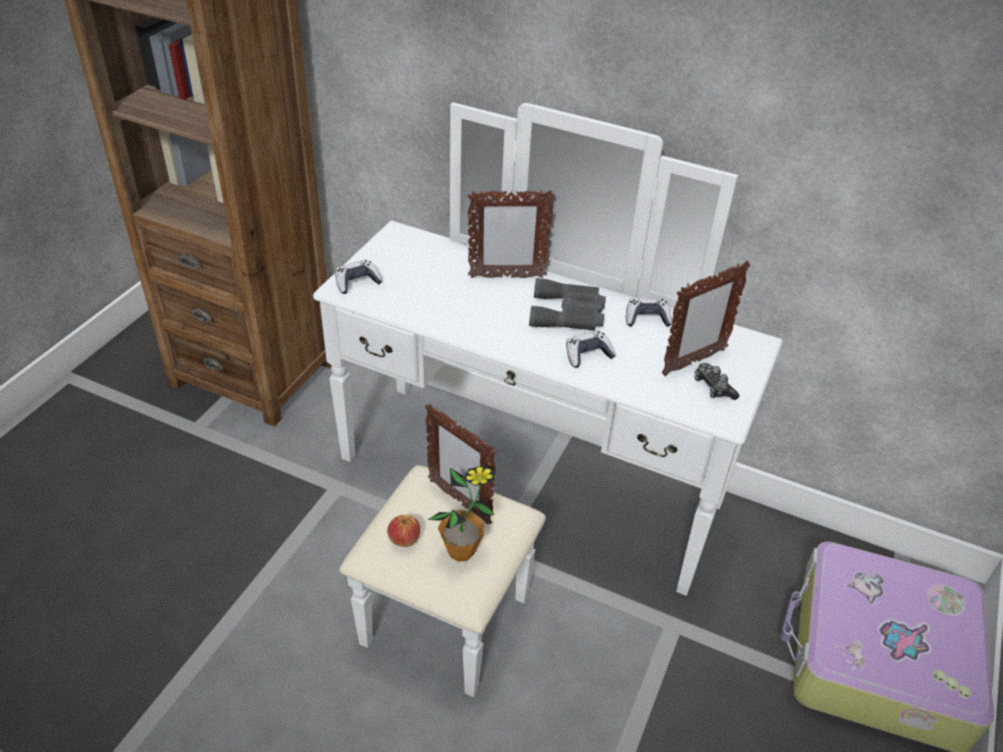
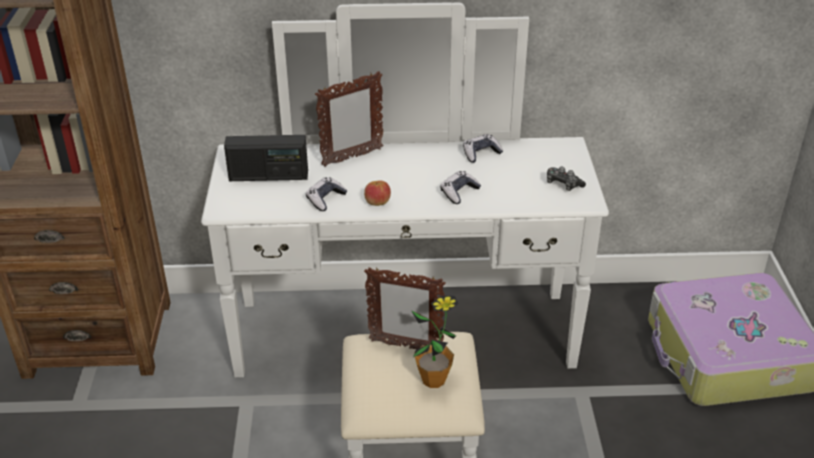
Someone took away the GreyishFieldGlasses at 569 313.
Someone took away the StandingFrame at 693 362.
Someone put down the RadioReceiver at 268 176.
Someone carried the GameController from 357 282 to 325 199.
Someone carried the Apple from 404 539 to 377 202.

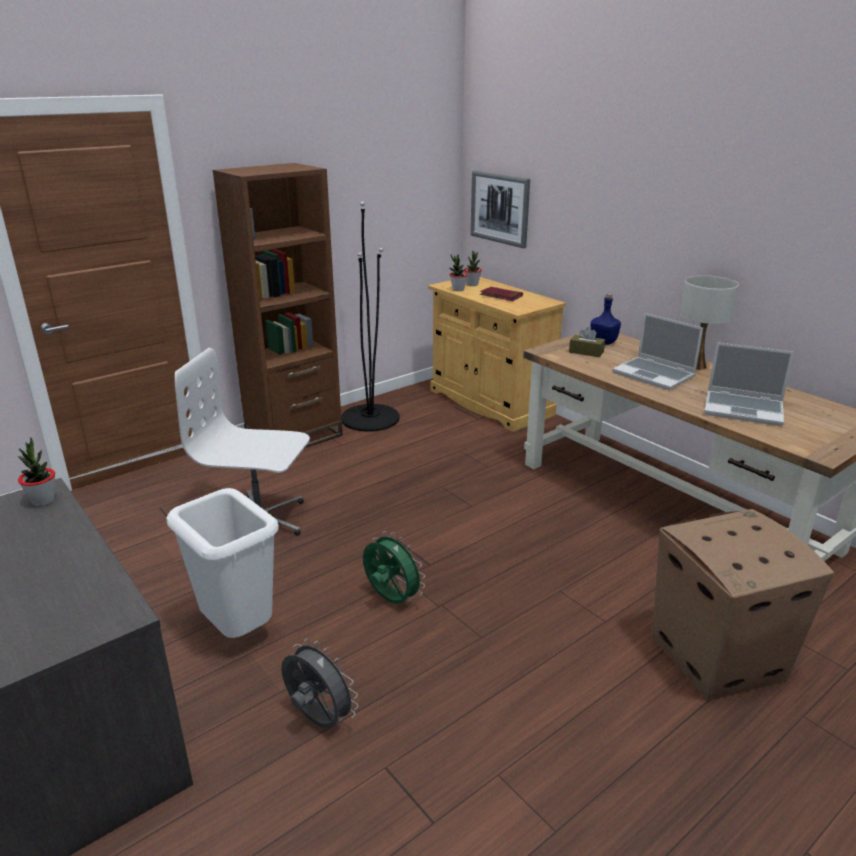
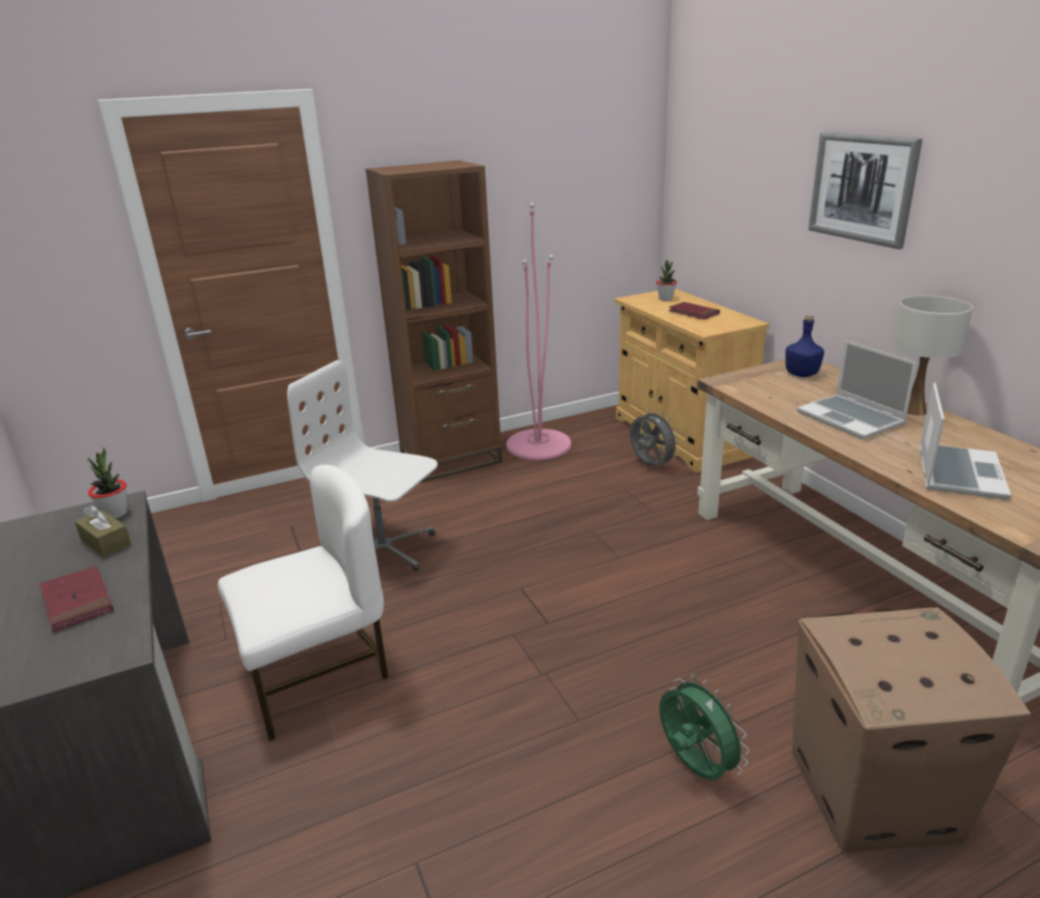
Someone took away the PottedPlant at 458 289.
Someone put down the RedColouredBoundBook at 77 601.
Someone carried the GreyishElectricFan from 318 719 to 650 465.
Someone carried the GreenColouredElectricFan from 390 600 to 694 767.
Someone carried the WallArt from 500 208 to 862 188.
Someone carried the BrownTissueHolder from 586 352 to 106 542.
Someone swapped the WhitishTrashCan at 239 633 for the WhitishUprightChair at 318 675.
Someone repainted the BlackColouredFloorLamp at 370 418, which became the PinkishFloorLamp at 538 445.
Someone rotated the PortableComputer at 744 409 by 105 degrees counterclockwise.

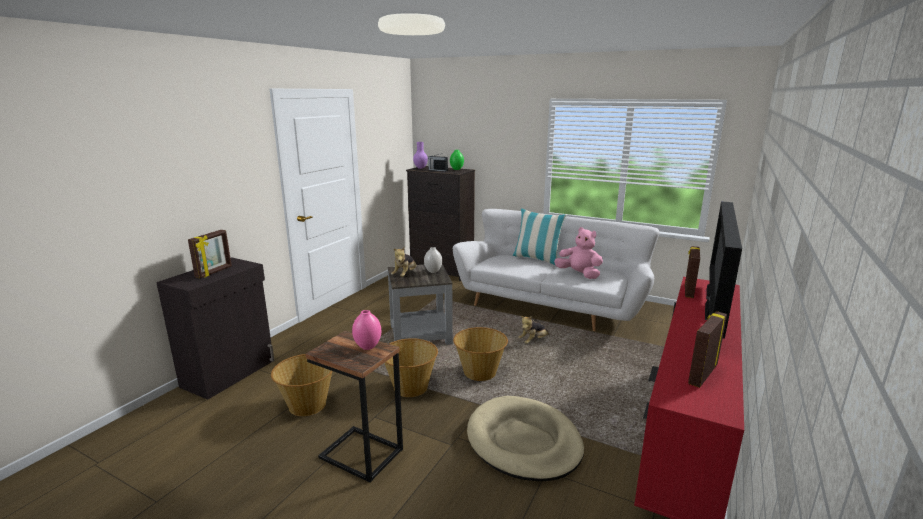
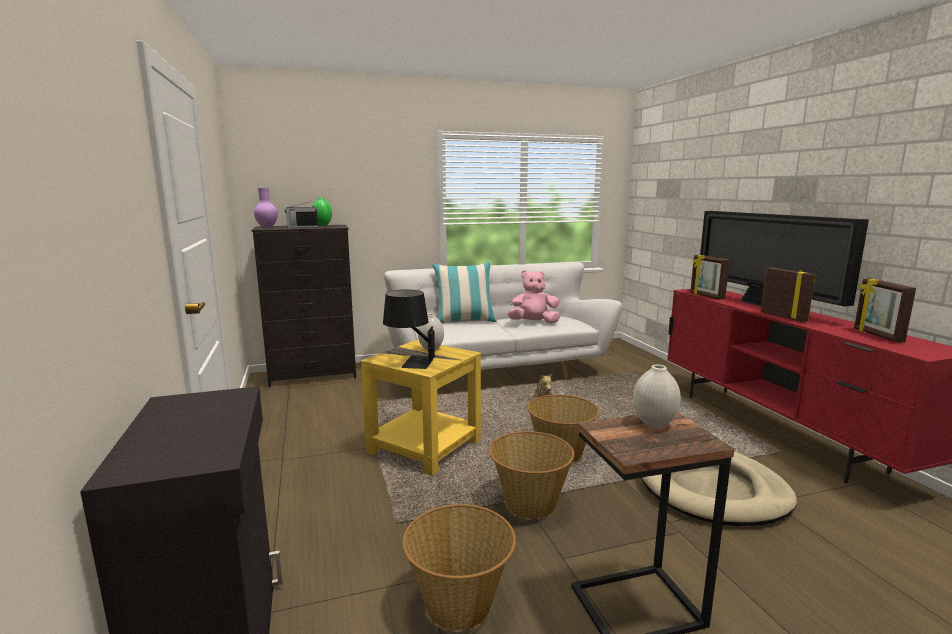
Someone carried the StandingFrame from 214 272 to 783 317.
Someone swapped the SoftToy at 405 275 for the BlackColouredTableLamp at 409 361.
Someone repainted the PinkishVase at 367 346, which became the WhitishVase at 653 424.
Someone repainted the GreyishAccentTable at 419 334, which became the YellowColouredAccentTable at 422 447.

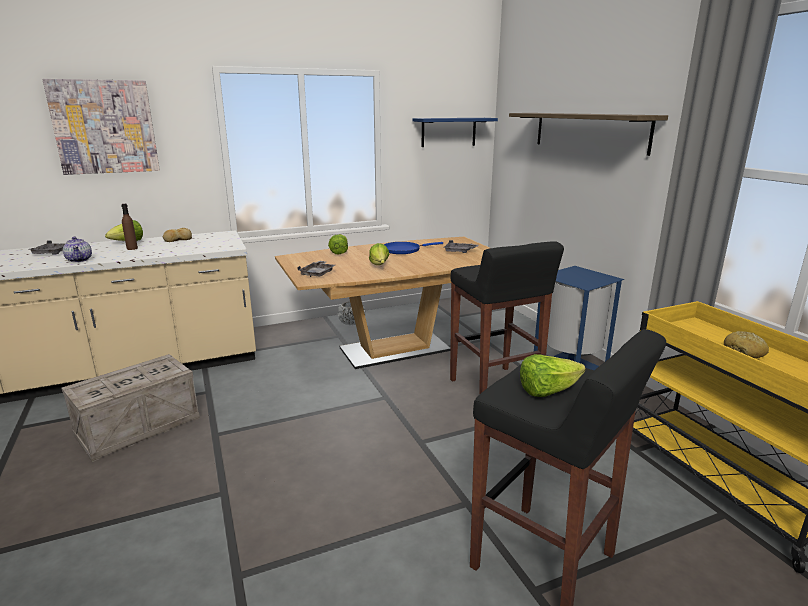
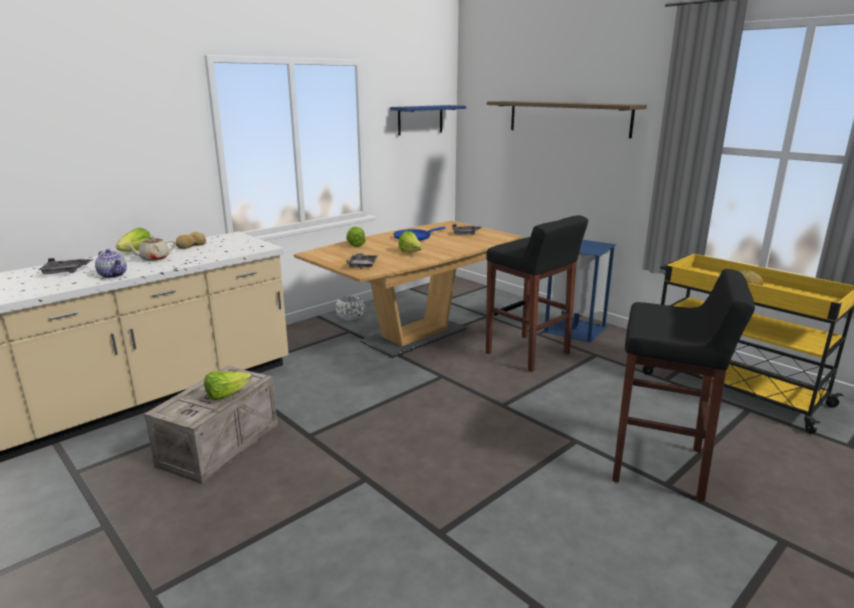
Someone took away the WallArt at 105 127.
Someone carried the HeadOfLettuce from 547 391 to 226 395.
Someone swapped the BrownBottle at 132 248 for the BeigeColouredTeaPot at 154 258.

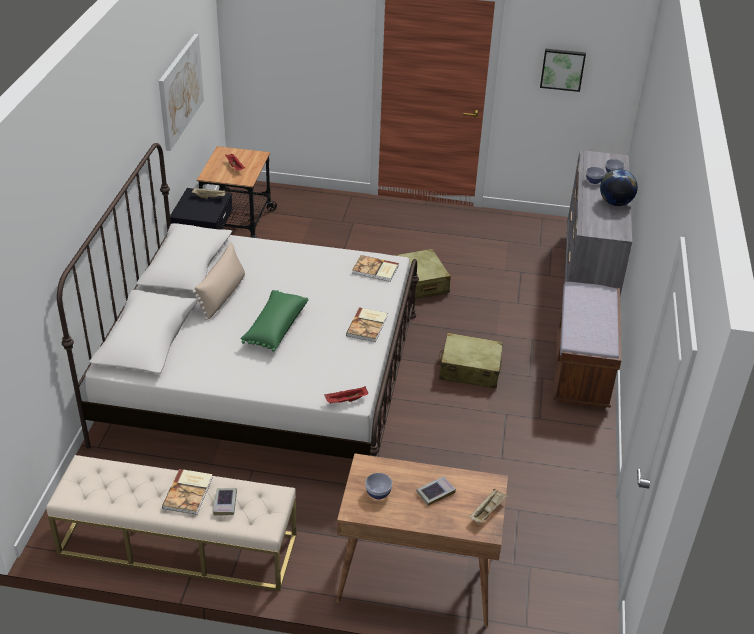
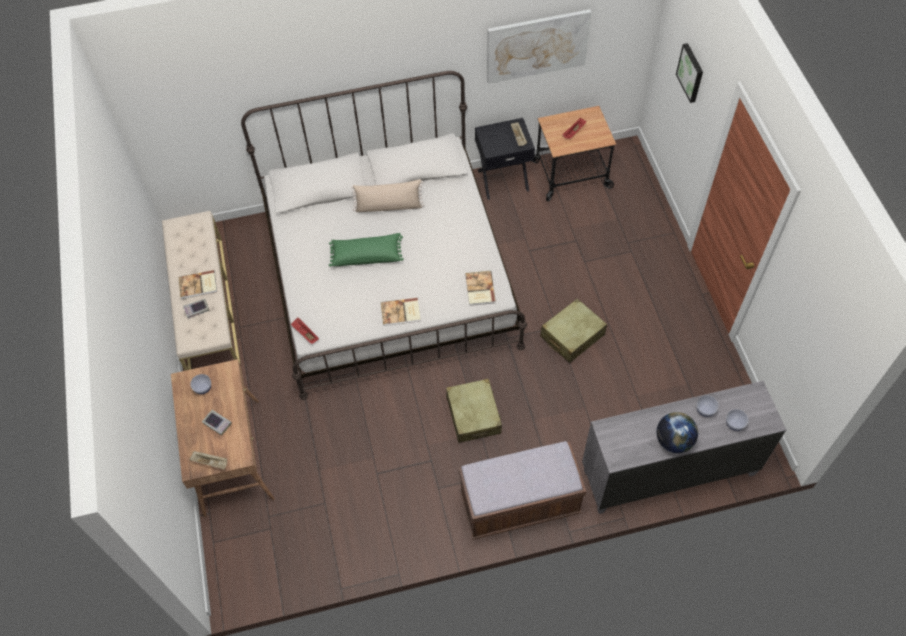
Someone carried the WallArt from 562 69 to 691 72.

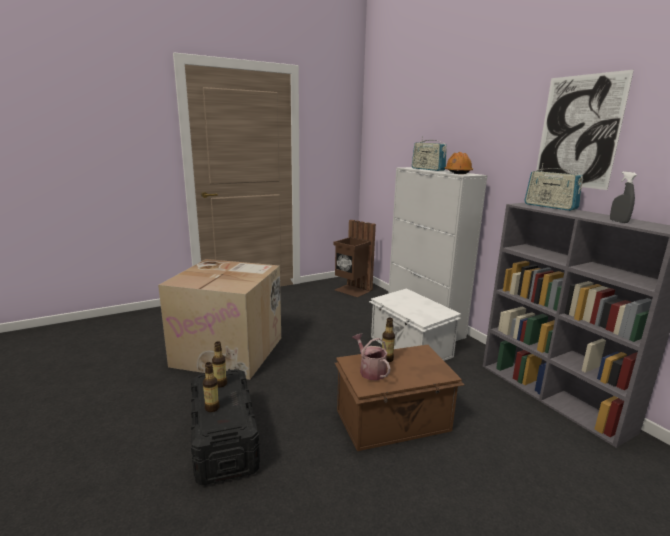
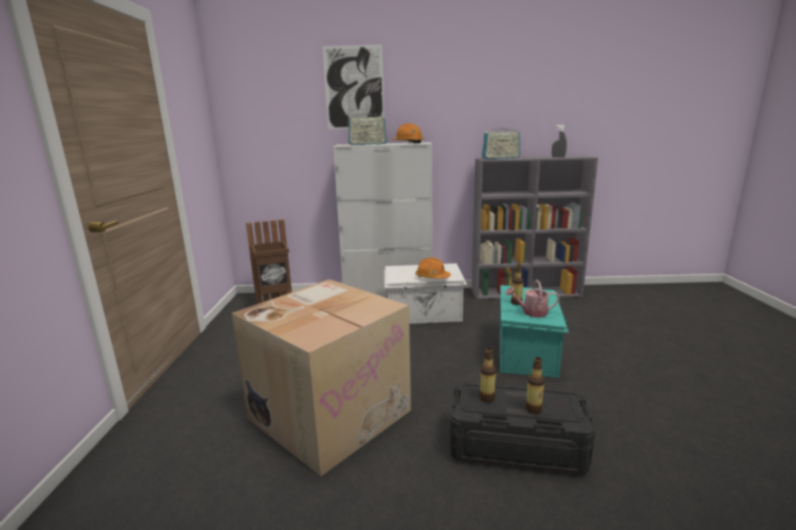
Someone put down the OrangeySafetyHelmet at 432 277.
Someone carried the WallArt from 578 132 to 354 88.
Someone repainted the BrownStorageBin at 394 421, which became the TurquoiseStorageBin at 527 352.

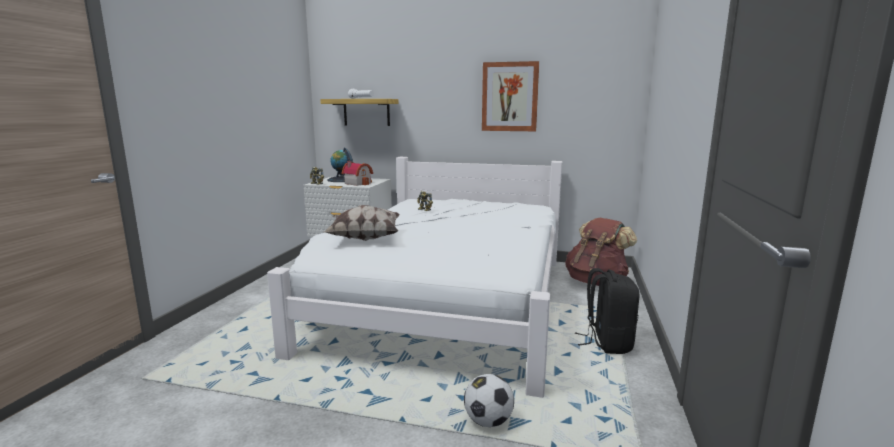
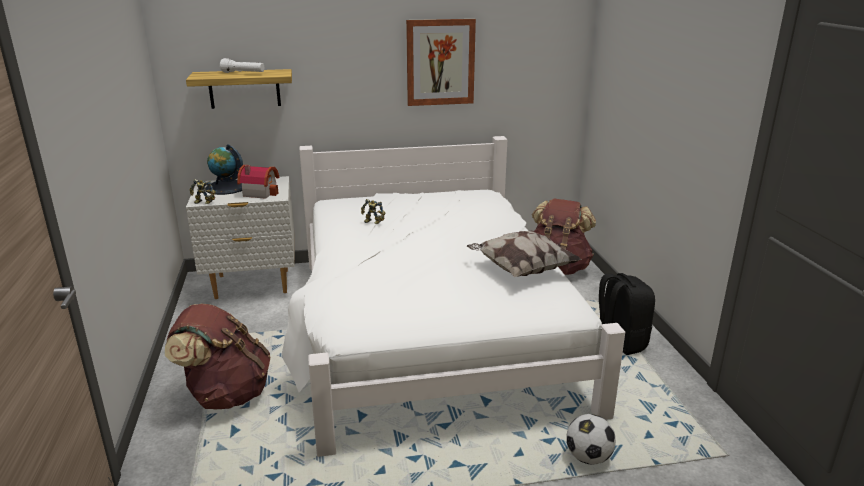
Someone put down the BrownBackpack at 226 394.
Someone carried the Cushion from 364 238 to 521 269.

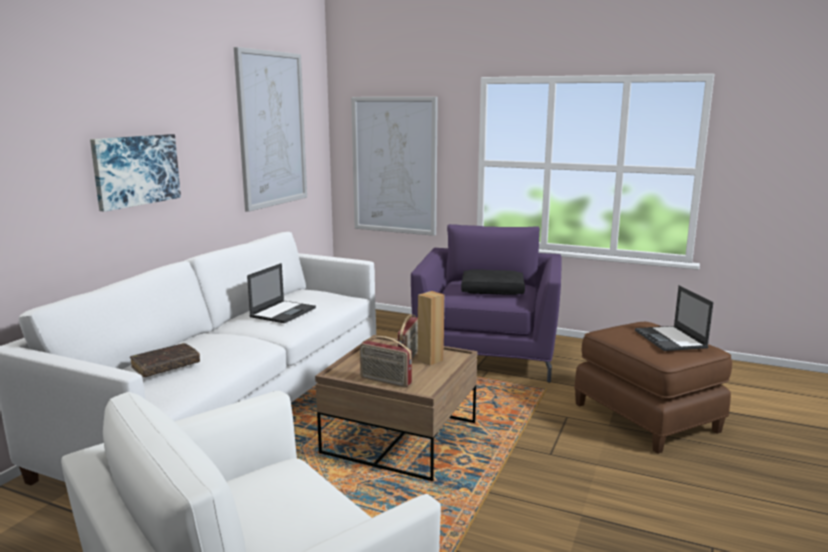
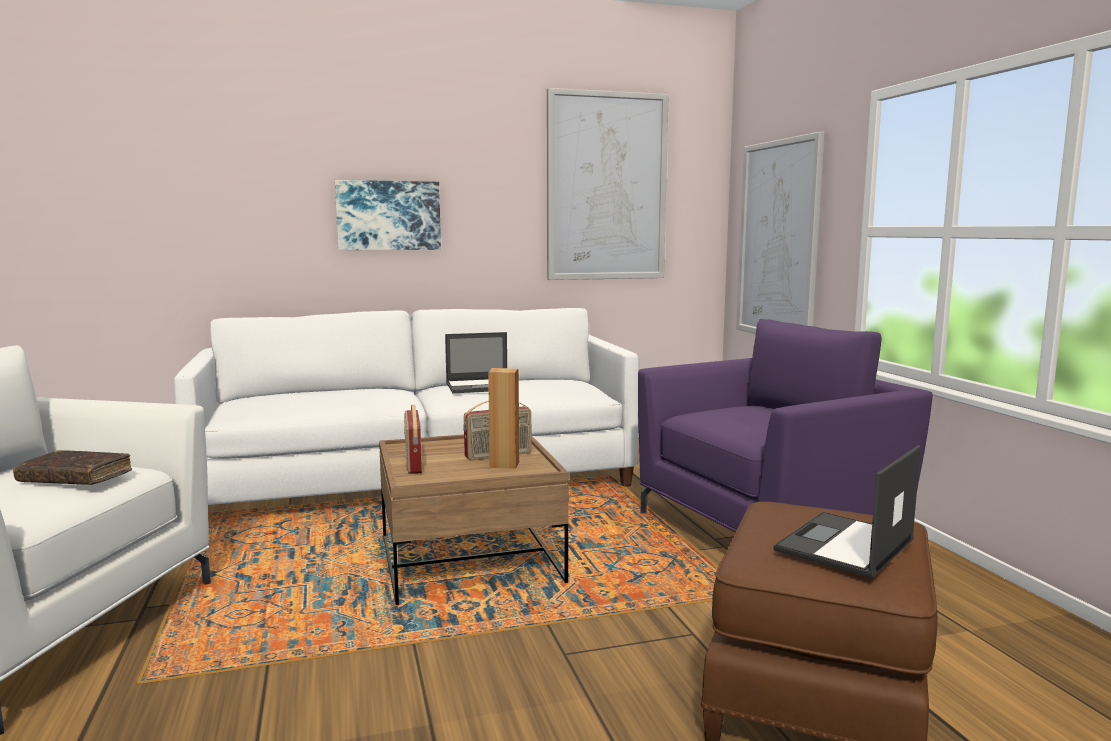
Someone took away the BlackColouredCushion at 493 290.
Someone carried the BrownBoundBook from 166 366 to 75 478.

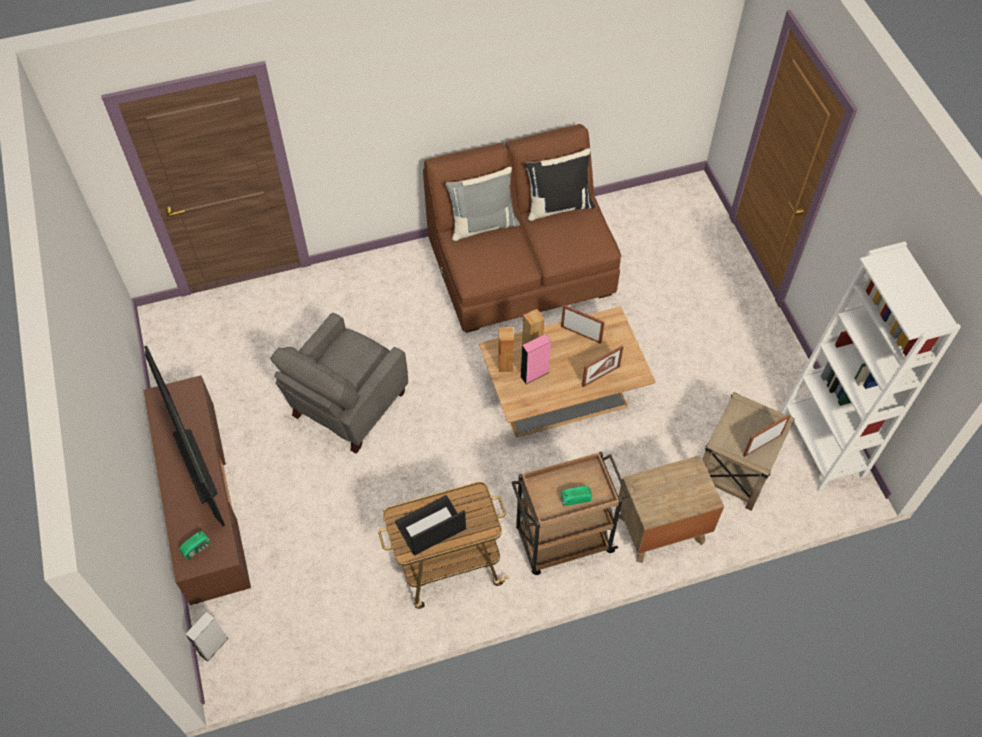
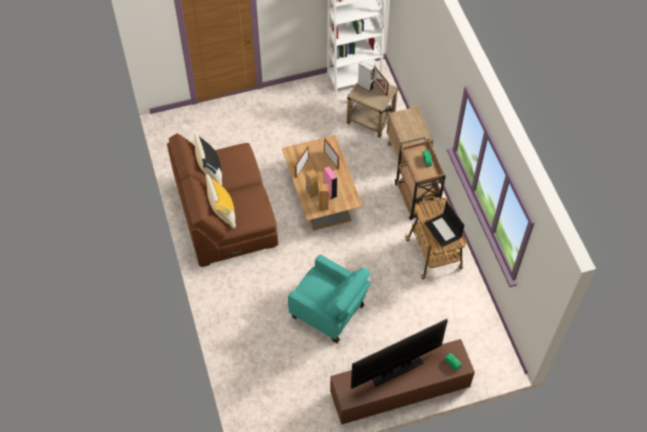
Someone carried the GreyishAudioSpeaker from 213 646 to 365 86.
Someone repainted the GreyishArmchair at 346 405, which became the TurquoiseArmchair at 329 312.
Someone repainted the GreyishCushion at 482 225, which became the YellowColouredCushion at 222 212.

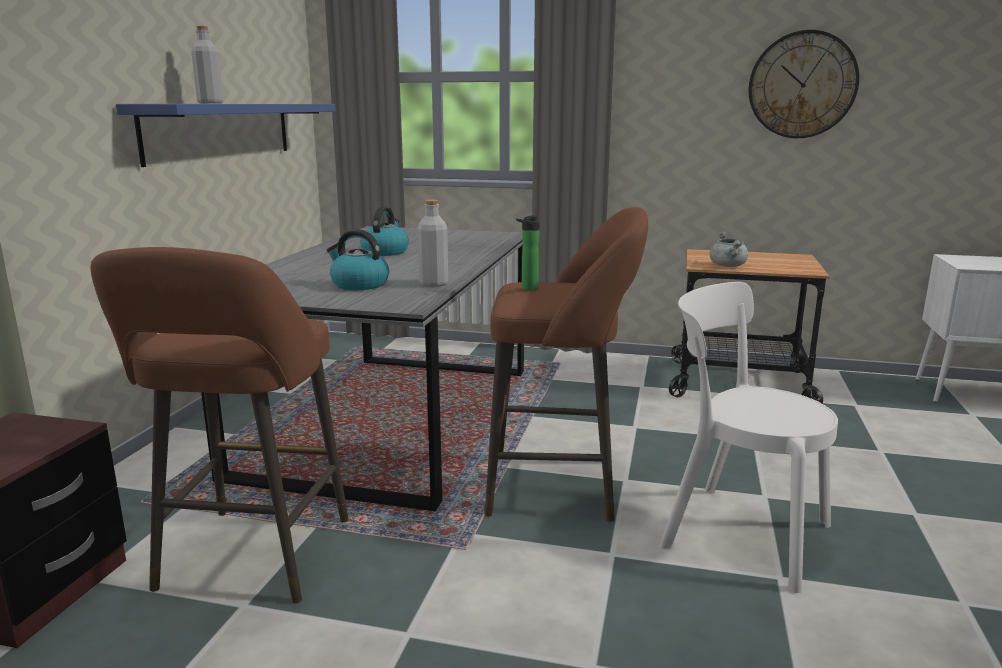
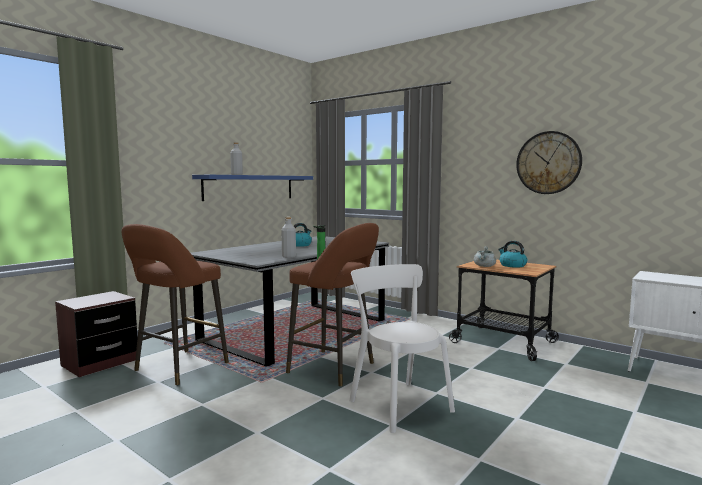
Someone carried the TeaKettle from 359 284 to 512 265.

